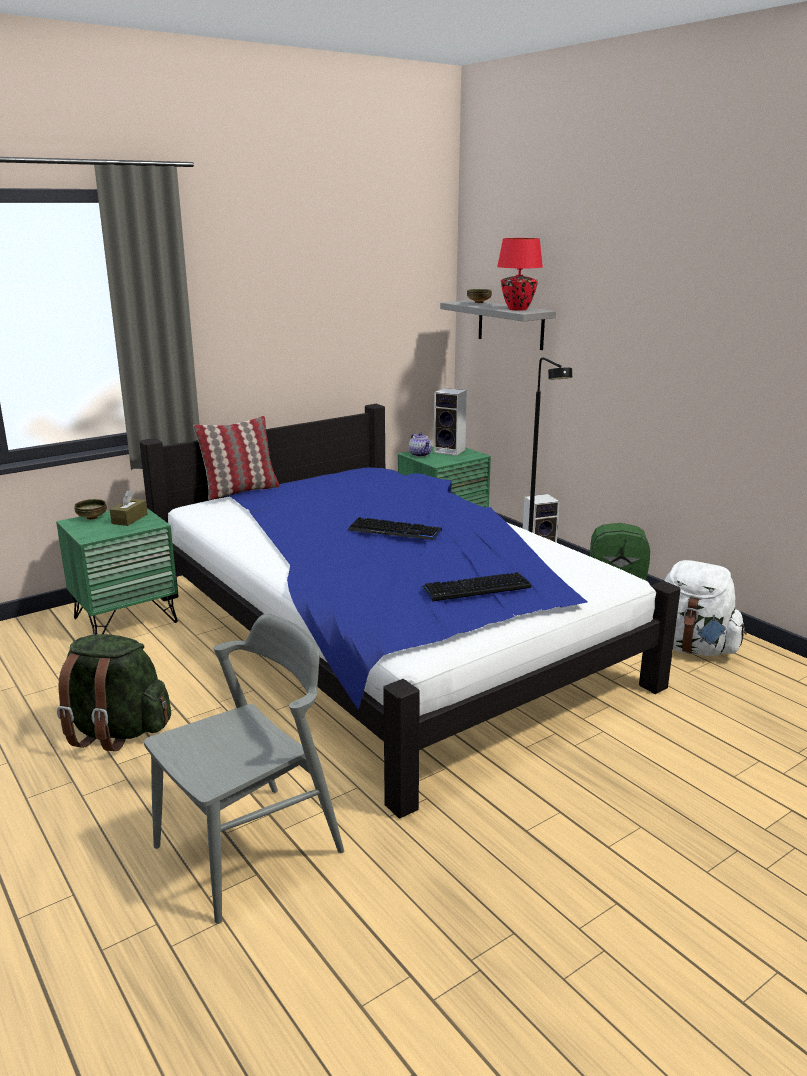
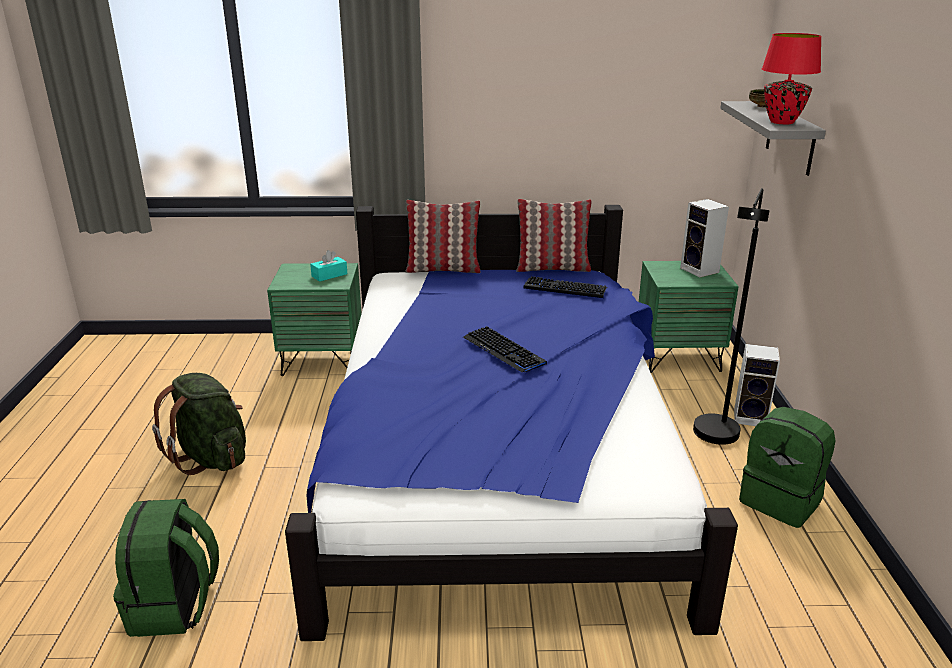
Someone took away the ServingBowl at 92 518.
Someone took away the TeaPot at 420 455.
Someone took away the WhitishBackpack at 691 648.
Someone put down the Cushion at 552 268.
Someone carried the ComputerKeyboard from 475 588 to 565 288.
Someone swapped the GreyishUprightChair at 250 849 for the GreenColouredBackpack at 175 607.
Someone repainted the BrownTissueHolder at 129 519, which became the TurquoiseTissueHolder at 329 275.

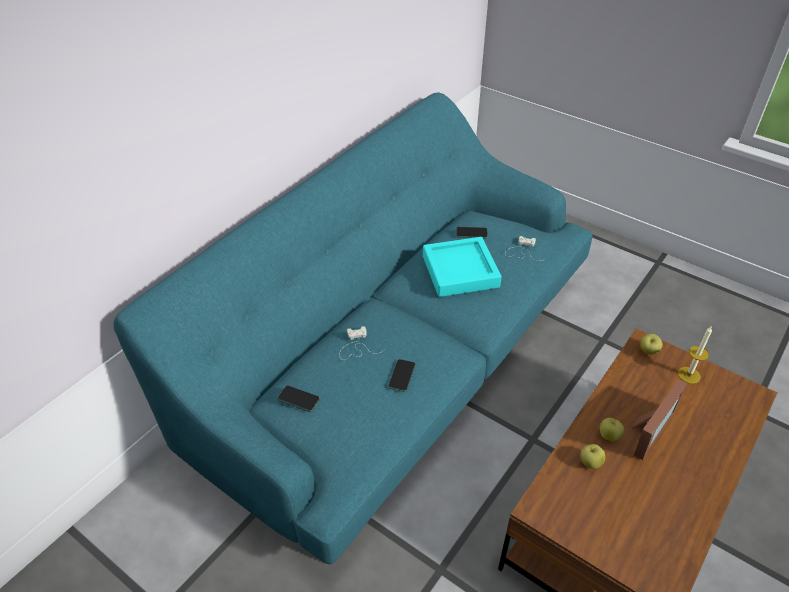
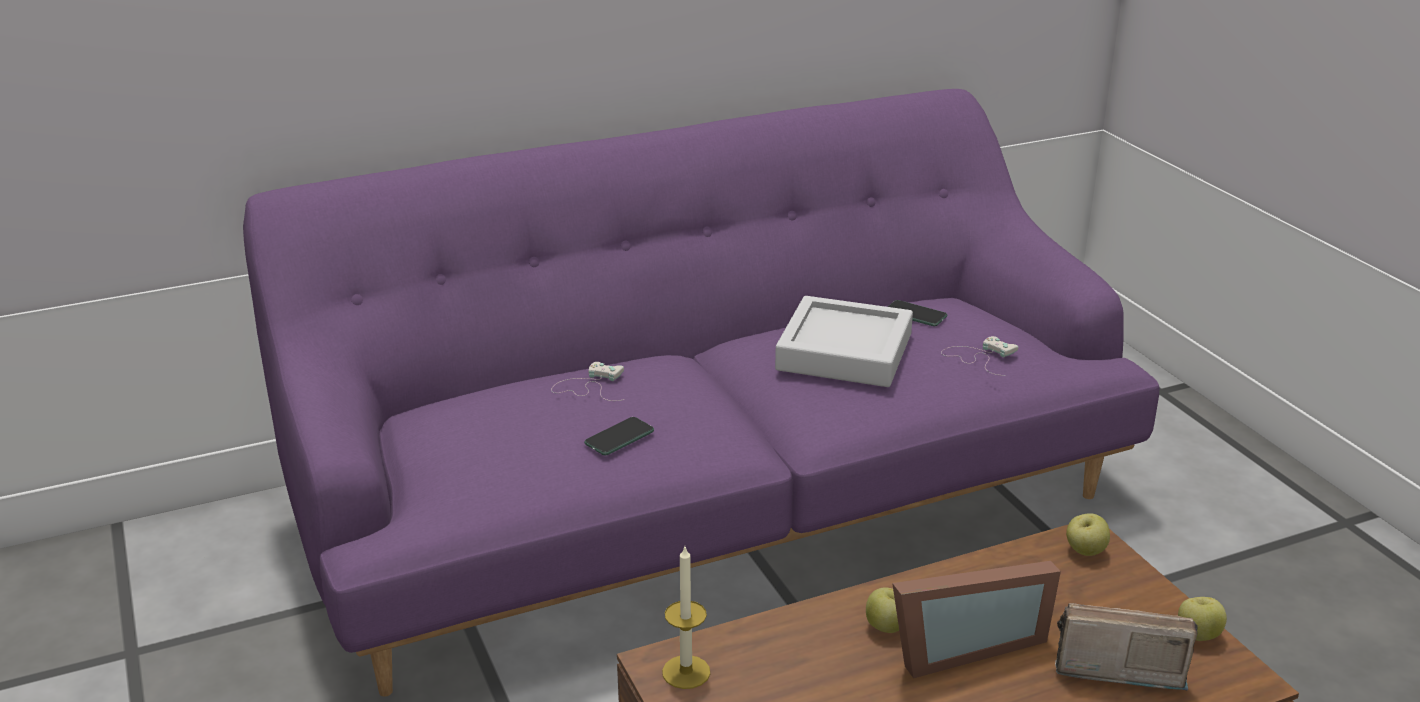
Someone took away the Handset at 298 399.
Someone put down the RadioReceiver at 1113 665.
Someone carried the Apple from 590 463 to 1198 635.
Someone carried the Candle from 689 375 to 686 672.
Someone repainted the TurquoiseSettee at 394 364, which became the PurpleColouredSettee at 710 502.
Someone repainted the TurquoiseCarryingTray at 460 271, which became the GreyishCarryingTray at 844 352.

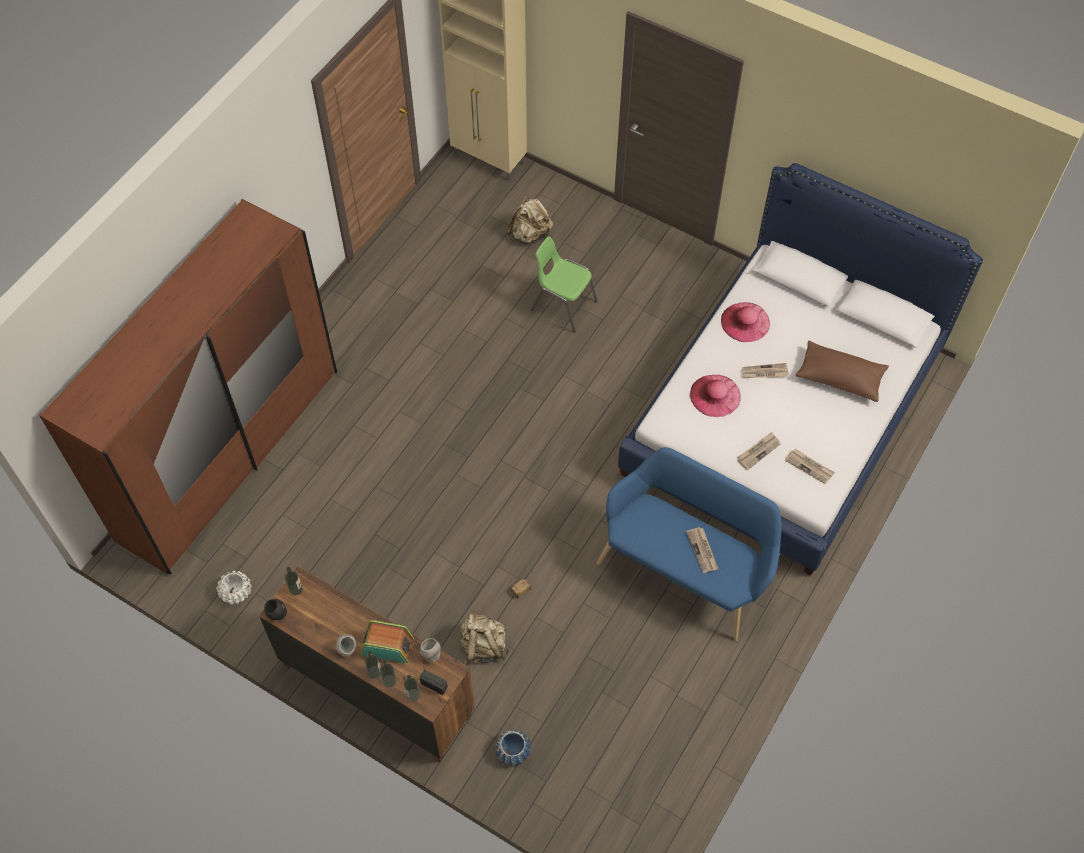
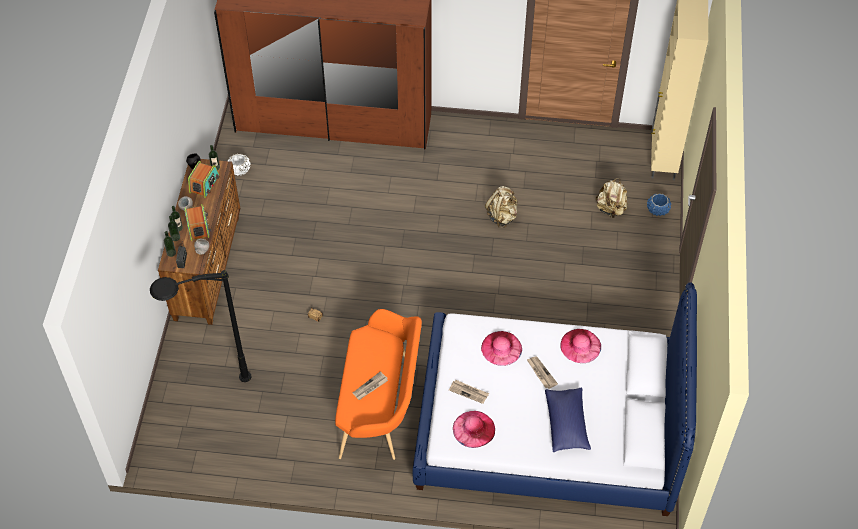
Someone took away the GreenColouredUprightChair at 563 306.
Someone put down the BlackColouredFloorLamp at 207 389.
Someone put down the RadioReceiver at 204 184.
Someone carried the BeigeColouredBackpack from 483 646 to 502 216.
Someone carried the BluePlantPot from 513 751 to 658 210.
Someone swapped the DailyPaper at 809 466 for the PinkishClothingHat at 473 429.
Someone repainted the BlueIndoorBench at 685 569, which became the OrangeyIndoorBench at 381 407.
Someone repainted the BrownCushion at 840 377, which became the BlueCushion at 566 424.

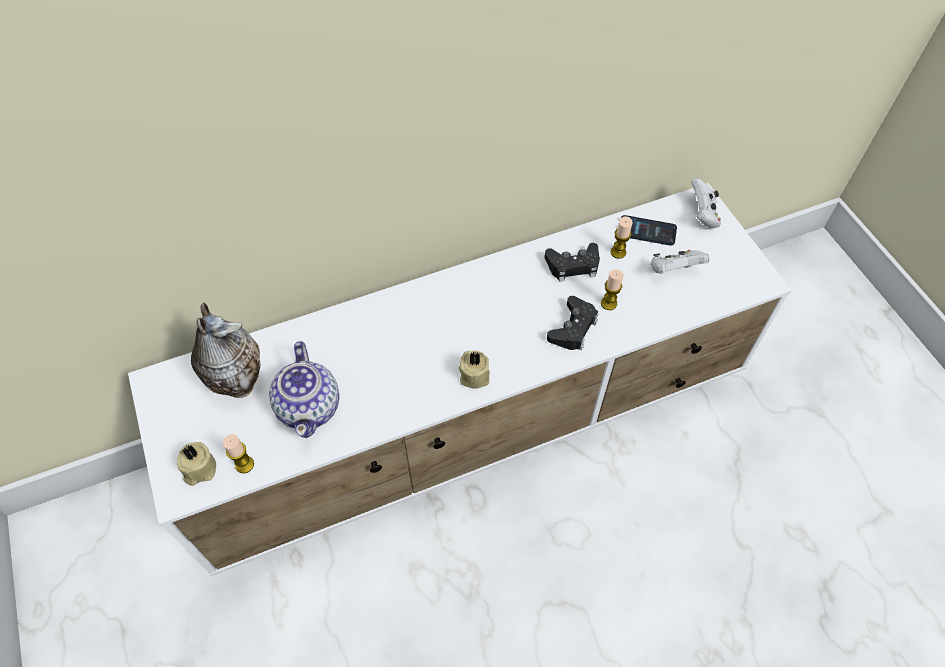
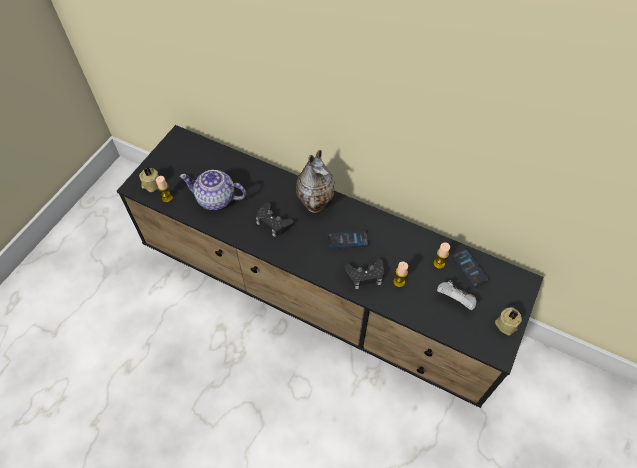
Someone took away the WhitishGameController at 702 215.
Someone put down the Handset at 348 240.
Someone carried the Vase from 238 382 to 316 203.
Someone carried the BeigeColouredCandle from 473 375 to 506 324.
Someone carried the BlackColouredGameController from 573 265 to 273 222.
Someone repainted the WhitishTvStand at 475 425, which became the BlackColouredTvStand at 320 296.
Someone rotated the TeaPot at 310 406 by 60 degrees clockwise.

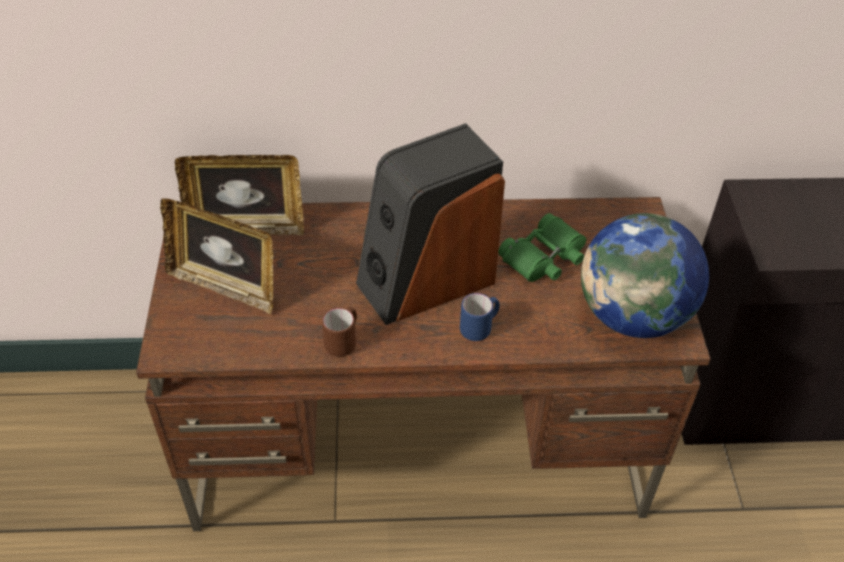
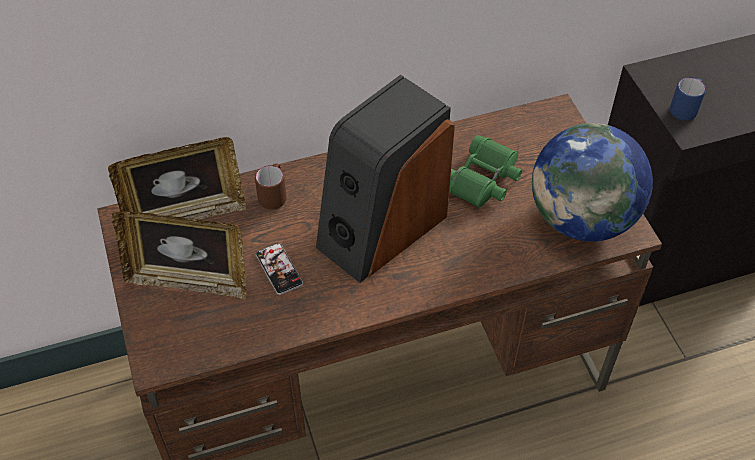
Someone put down the Handset at 279 269.
Someone carried the BrownTeaMug from 343 341 to 274 195.
Someone carried the BlueTeaMug from 480 328 to 685 109.

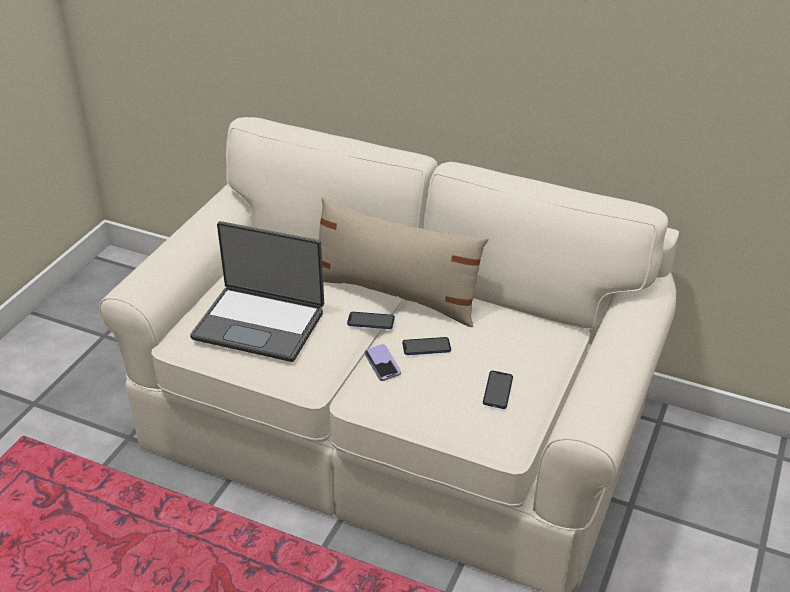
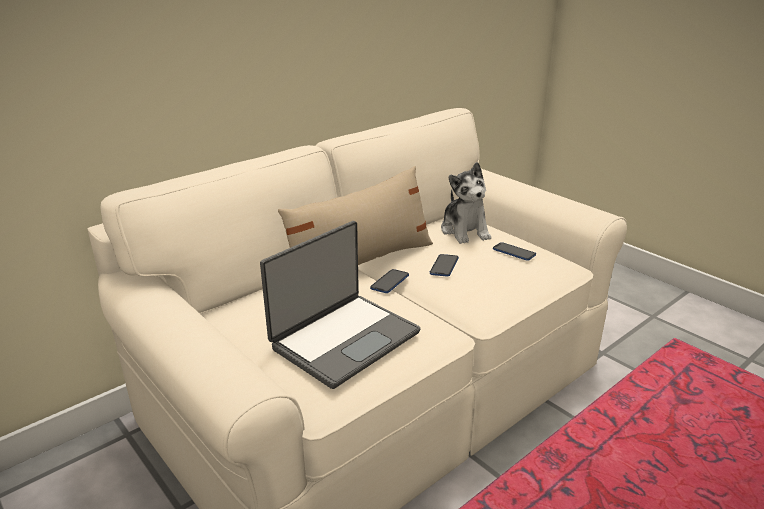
Someone took away the Handset at 382 363.
Someone put down the SoftToy at 465 231.

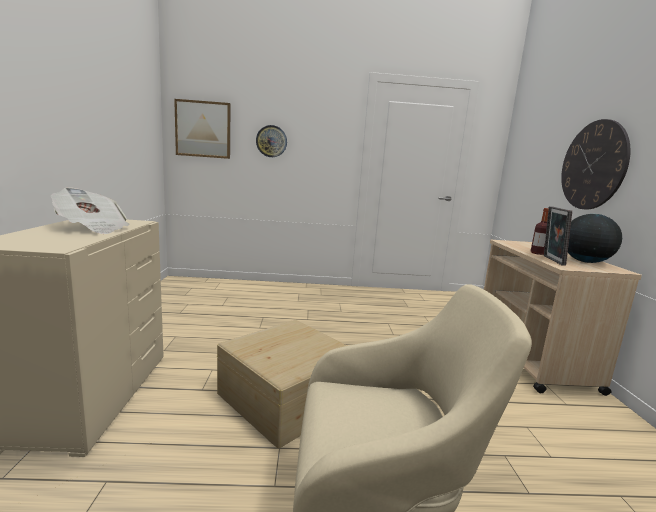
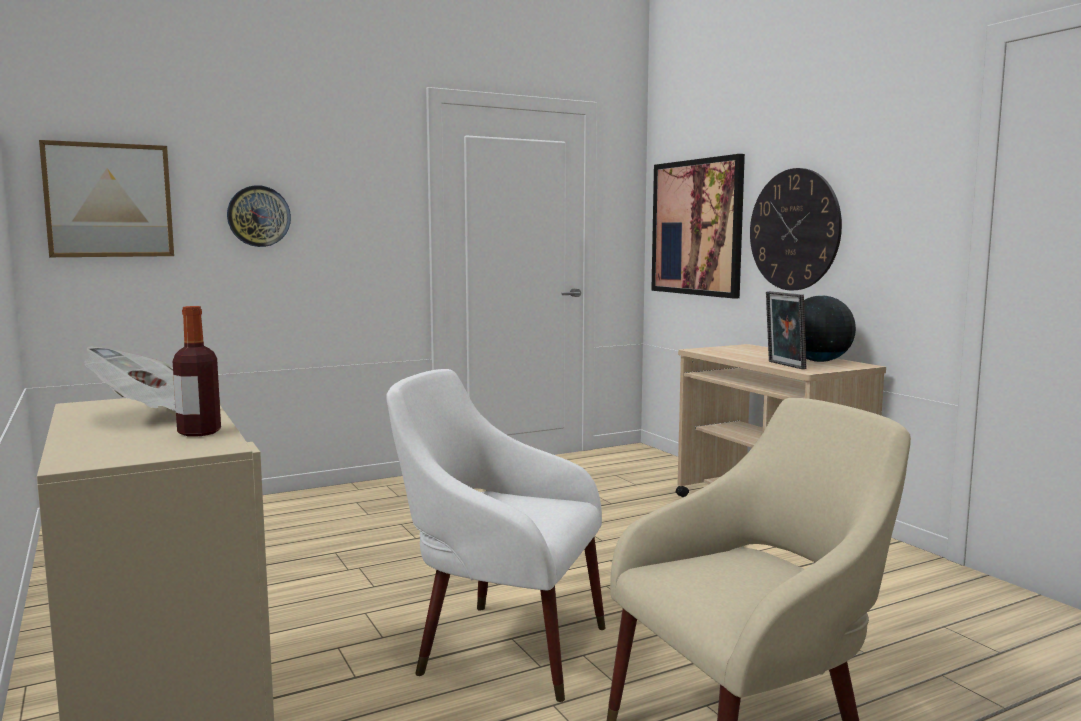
Someone put up the WallArt at 696 227.
Someone carried the Bottle from 538 253 to 199 432.
Someone swapped the BeigeColouredStorageBin at 288 397 for the WhitishArmchair at 501 646.

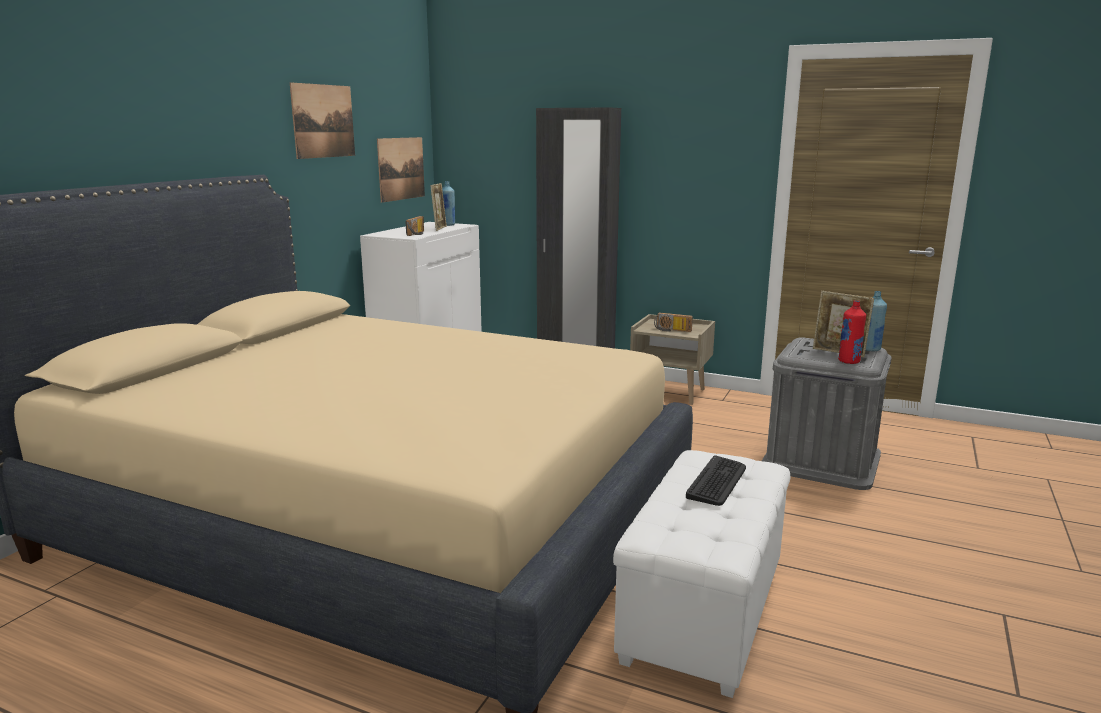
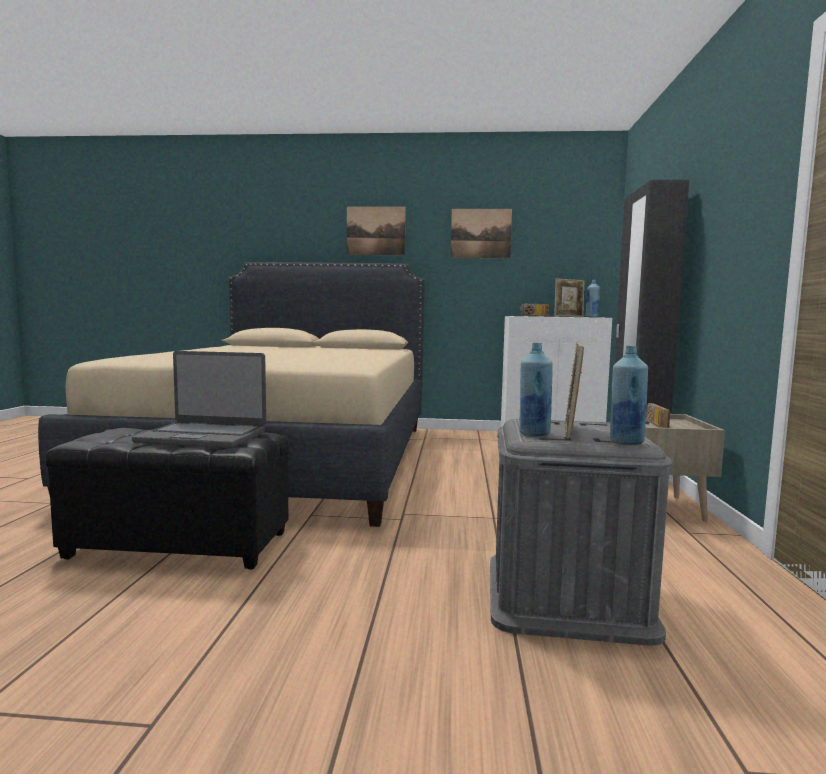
Someone carried the WallArt from 401 168 to 375 231.
Someone swapped the ComputerKeyboard at 717 481 for the PortableComputer at 203 437.
Someone repainted the WhitishFootrest at 702 613, which became the BlackColouredFootrest at 180 545.
Someone repainted the RedColouredBottle at 849 361, which became the BlueBottle at 533 433.

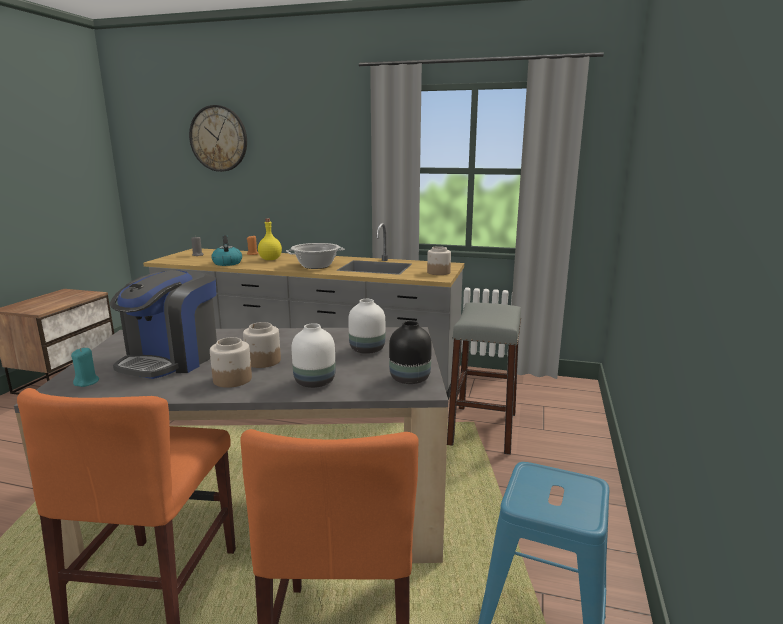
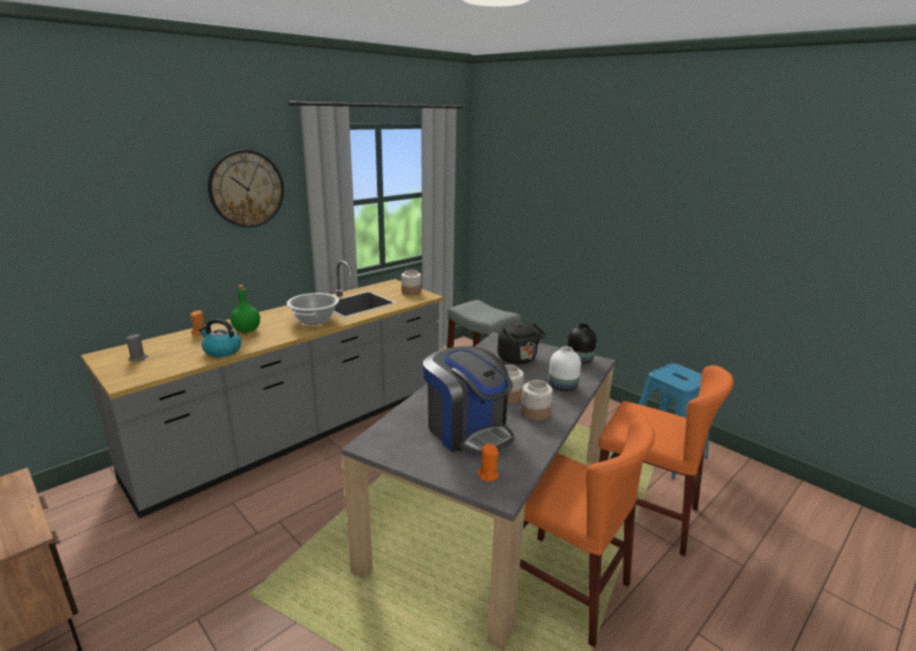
Someone carried the ClockOnTheWall from 218 138 to 246 189.
Someone swapped the WhitishVase at 366 349 for the BlackColouredTeaKettle at 518 359.
Someone repainted the TurquoiseCandle at 87 382, which became the OrangeyCandle at 488 475.
Someone repainted the YellowColouredBottle at 270 259, which became the GreenColouredBottle at 246 330.

